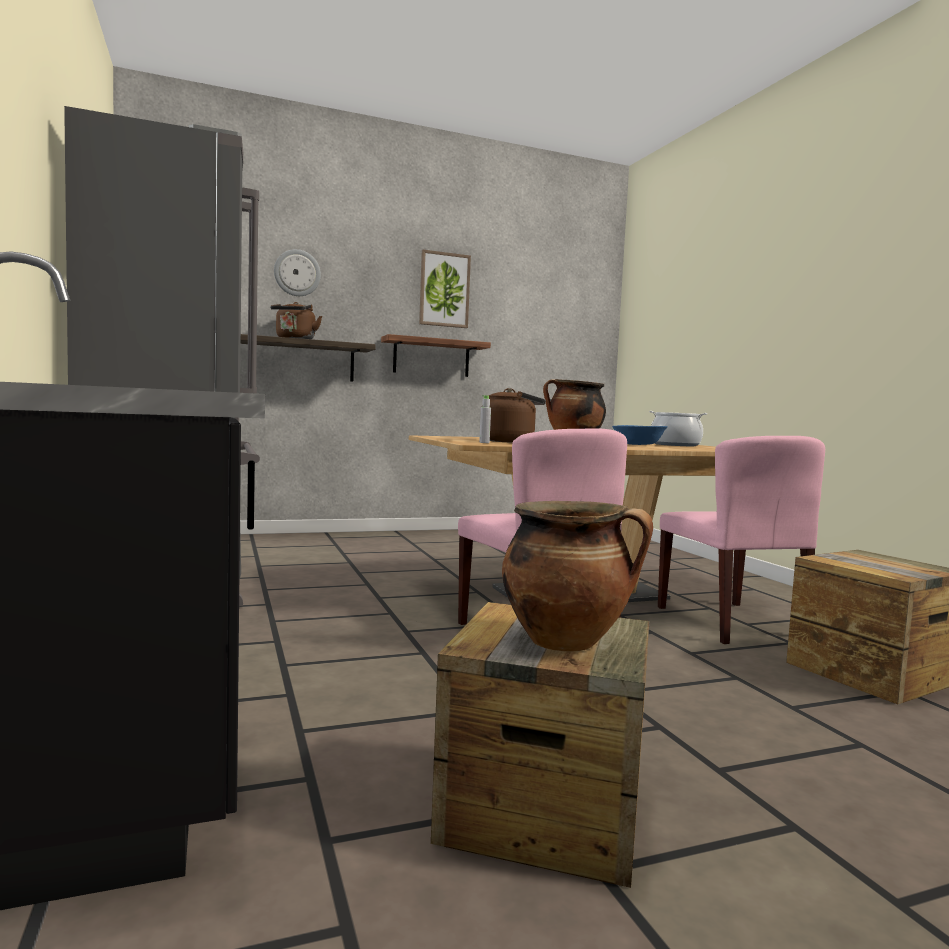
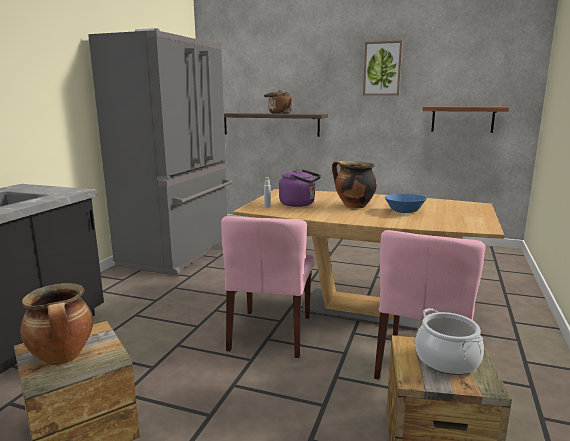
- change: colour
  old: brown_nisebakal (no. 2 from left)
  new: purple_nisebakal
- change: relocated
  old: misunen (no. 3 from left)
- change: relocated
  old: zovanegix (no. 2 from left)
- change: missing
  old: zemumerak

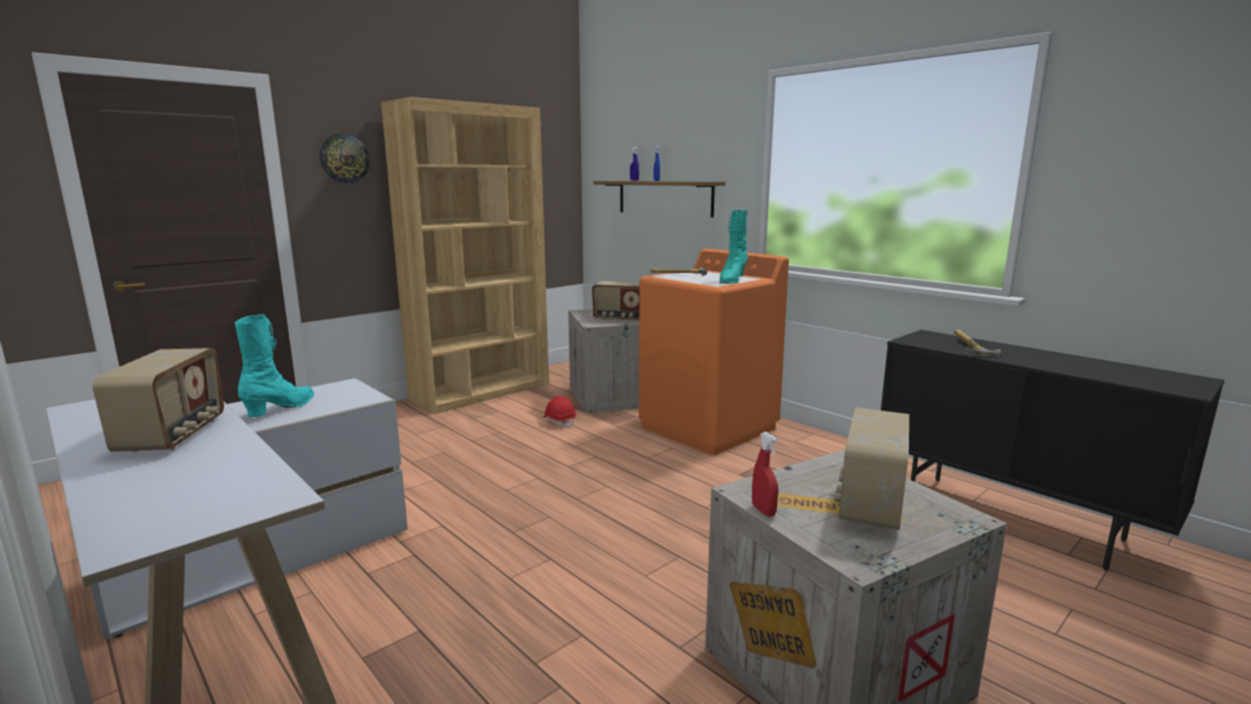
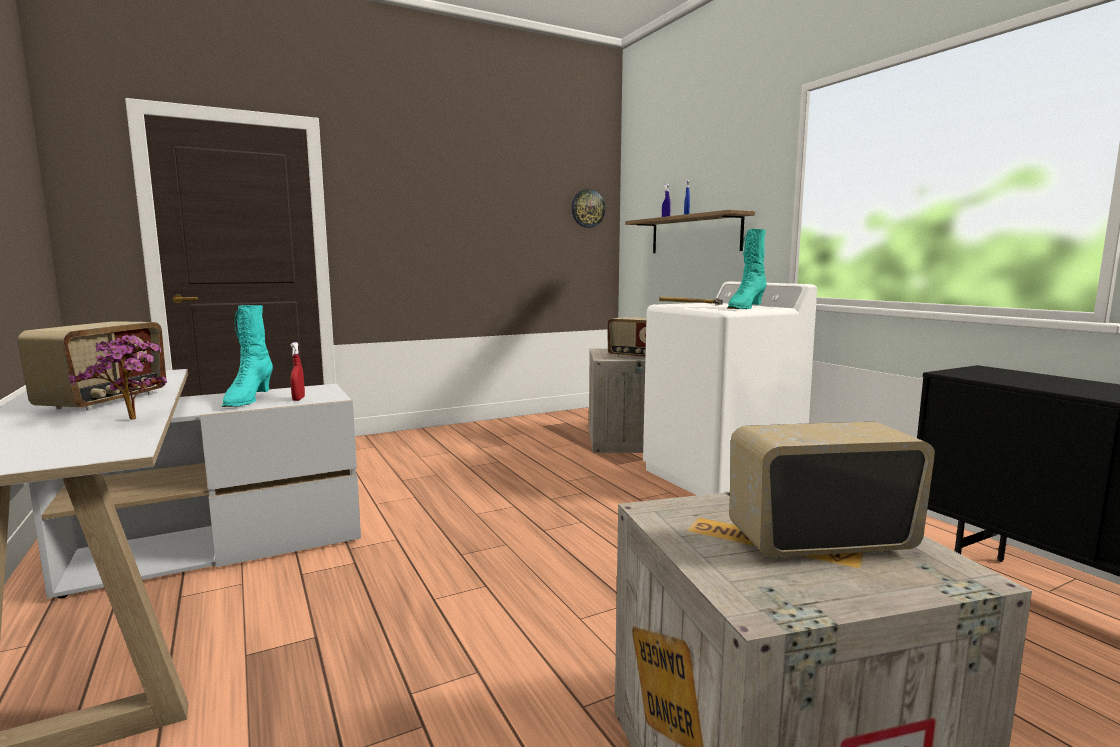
- change: appeared
  new: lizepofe
- change: spun
  old: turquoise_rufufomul (no. 1 from left)
  degrees: 150
- change: relocated
  old: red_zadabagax
- change: relocated
  old: zemumerak
- change: colour
  old: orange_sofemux
  new: white_sofemux
- change: spun
  old: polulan (no. 3 from left)
  degrees: 45
- change: missing
  old: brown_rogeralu
- change: missing
  old: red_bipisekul
- change: missing
  old: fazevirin (no. 2 from left)

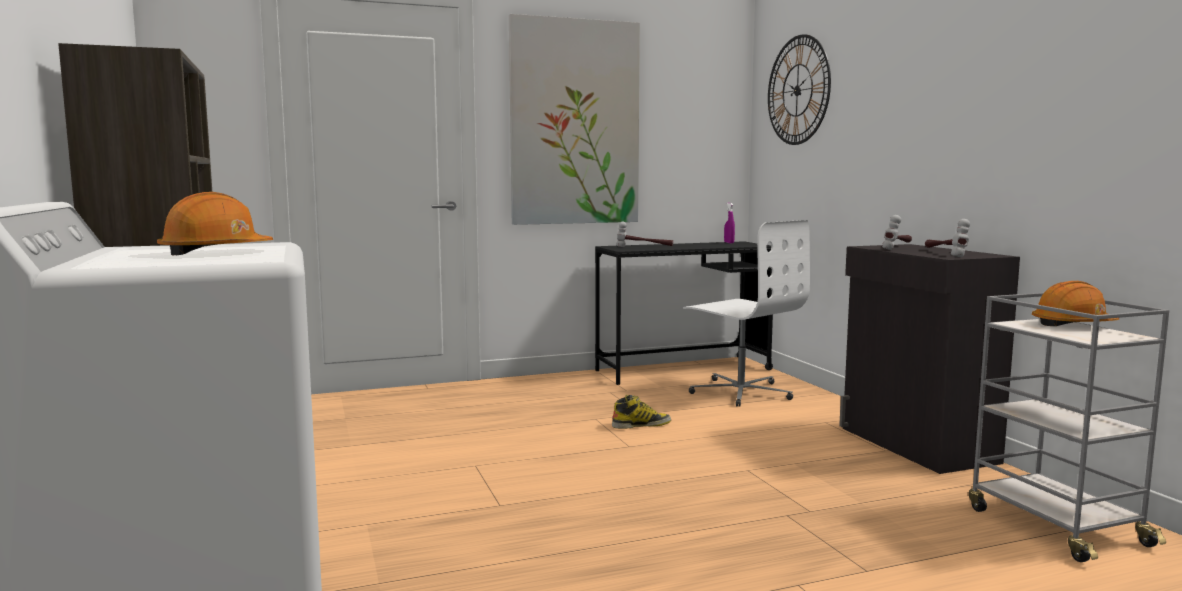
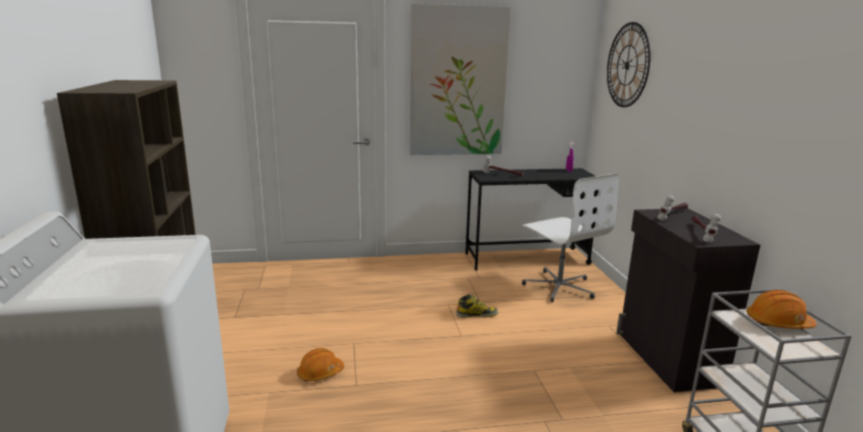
- change: relocated
  old: orange_bipisekul (no. 1 from left)

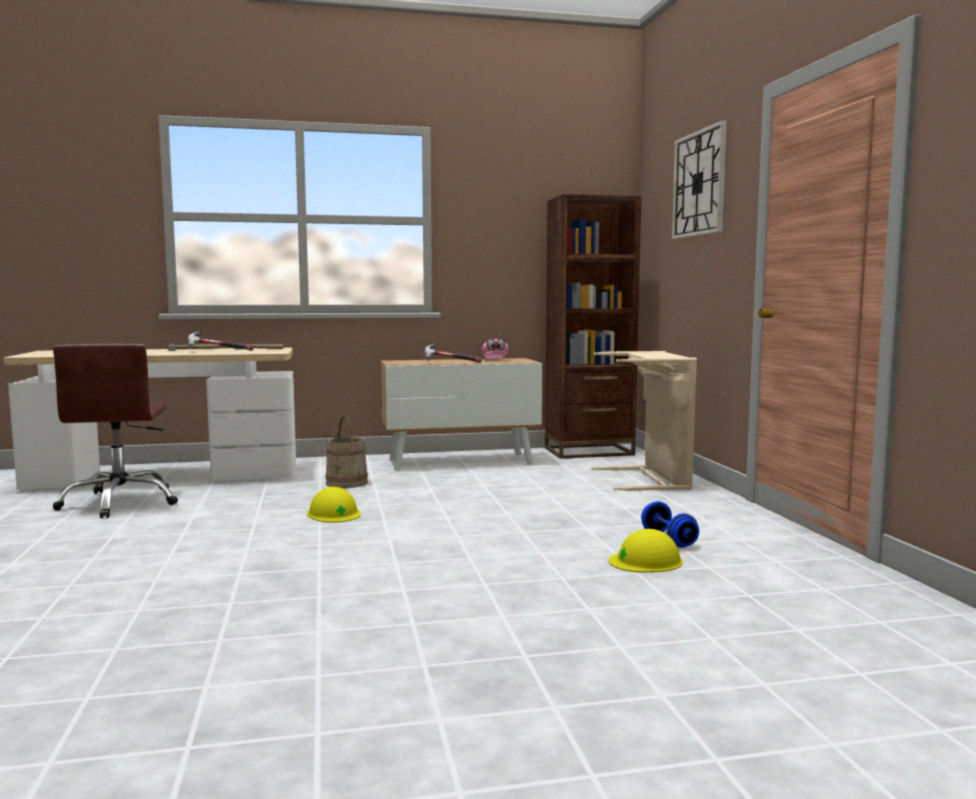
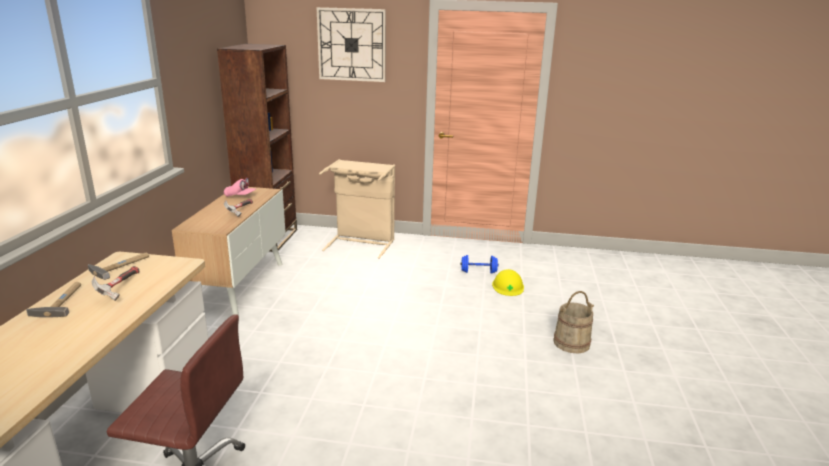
- change: relocated
  old: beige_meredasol
- change: missing
  old: yellow_bipisekul (no. 1 from left)

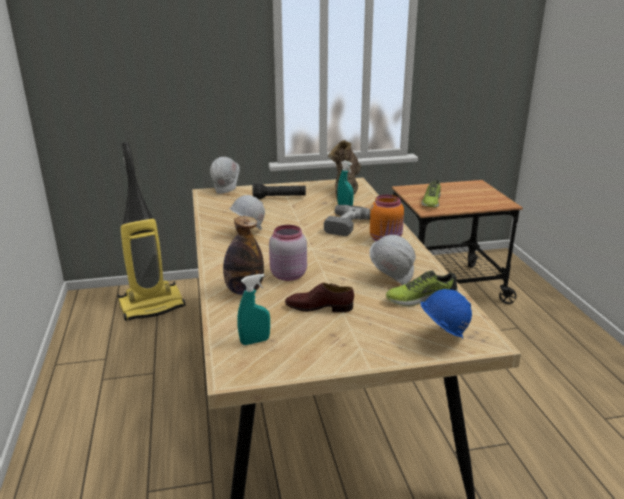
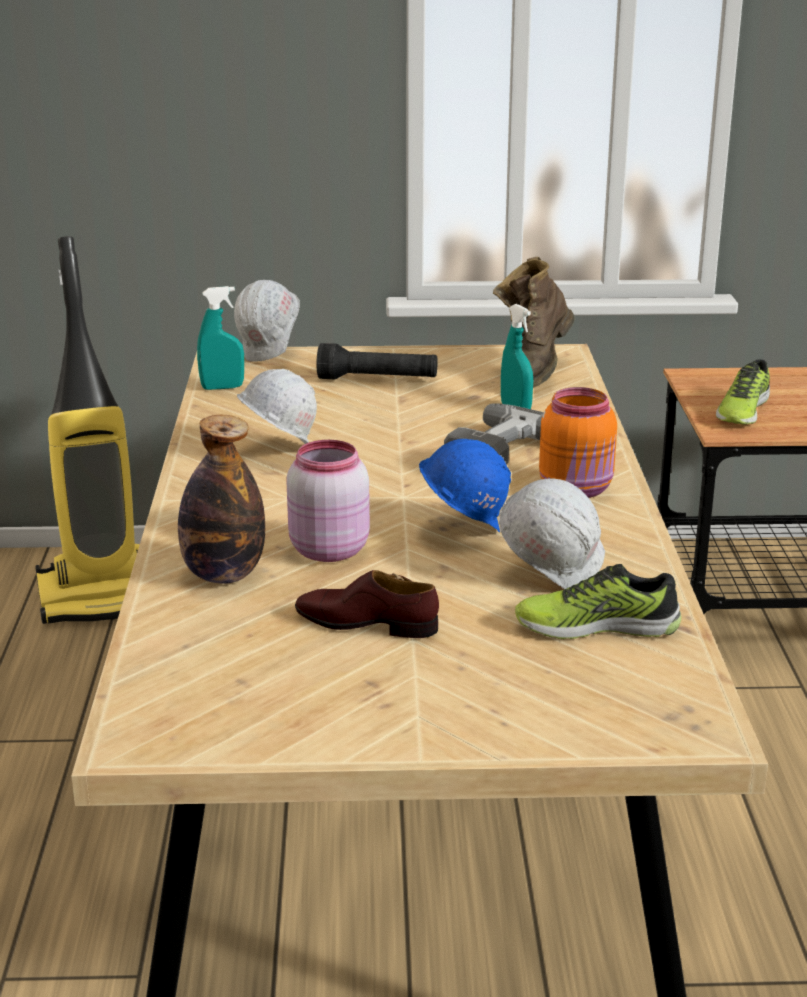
- change: relocated
  old: turquoise_zadabagax (no. 1 from left)
- change: relocated
  old: blue_bipisekul

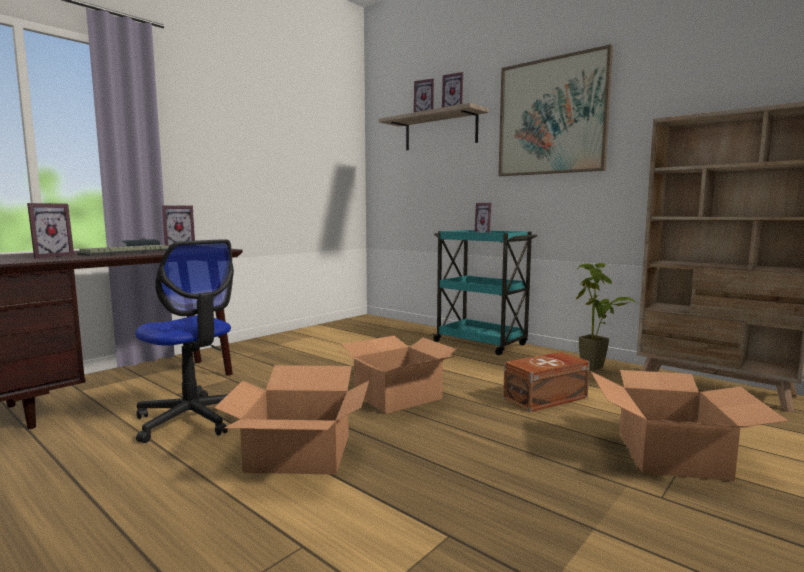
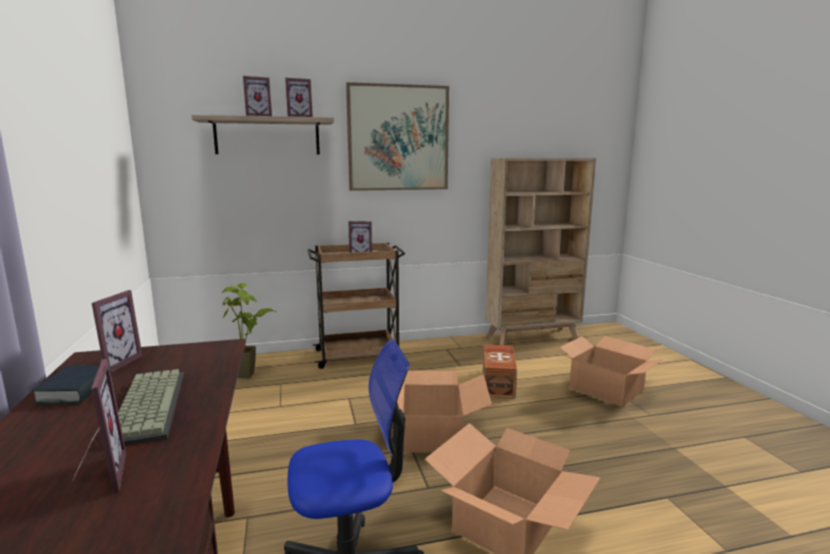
- change: relocated
  old: lizepofe
- change: colour
  old: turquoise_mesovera
  new: brown_mesovera

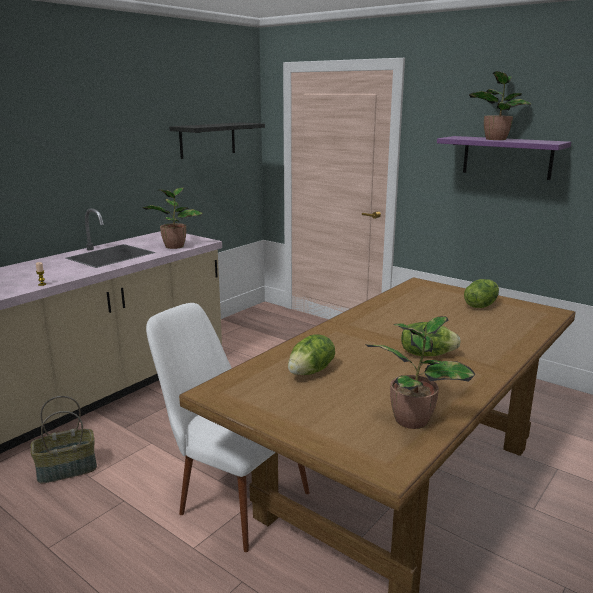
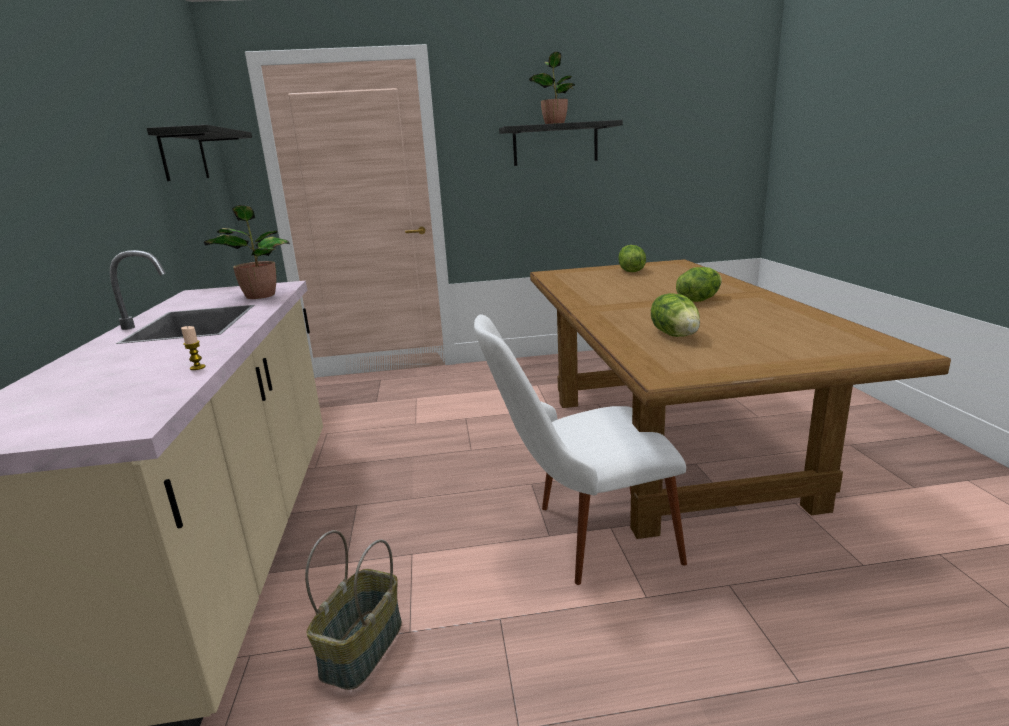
- change: colour
  old: purple_zovanegix
  new: black_zovanegix (no. 2 from left)
- change: missing
  old: lizepofe (no. 2 from left)

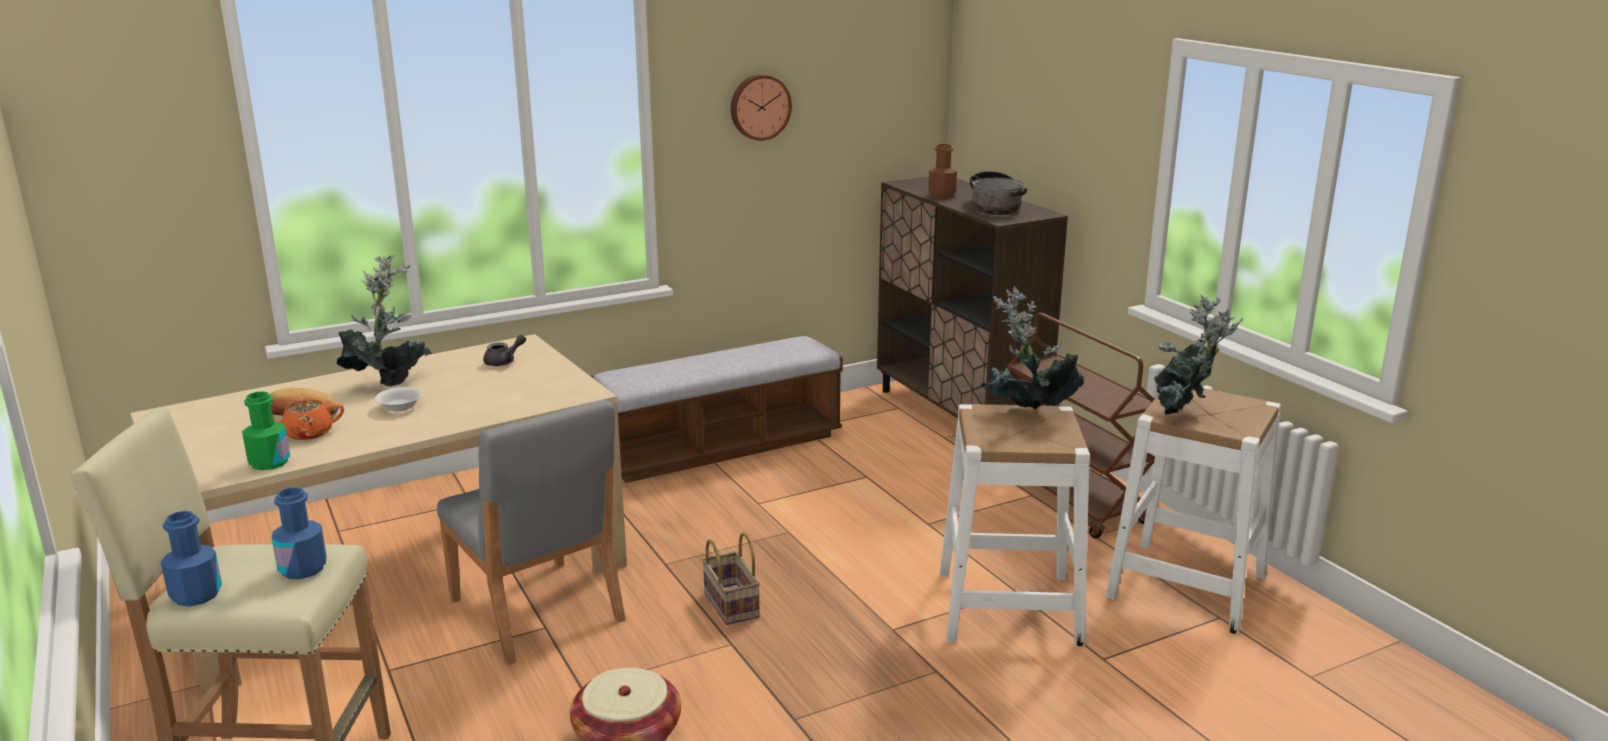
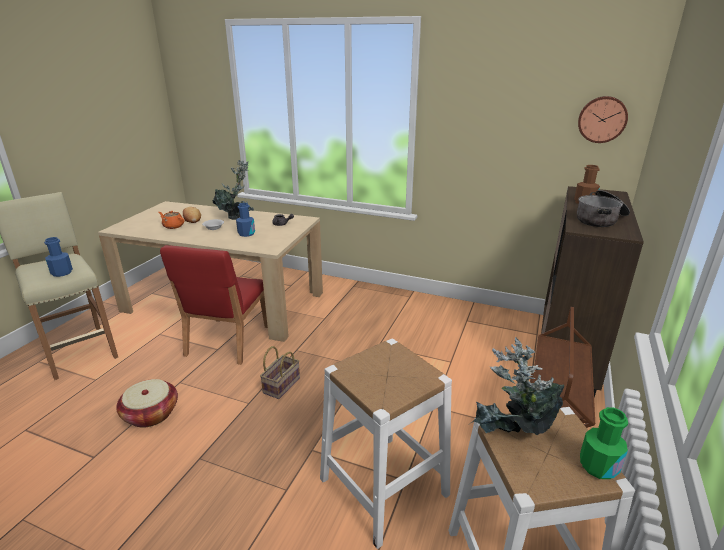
- change: colour
  old: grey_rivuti
  new: red_rivuti
- change: relocated
  old: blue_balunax (no. 1 from left in the first image)
  new: blue_balunax (no. 2 from left)
- change: relocated
  old: zemumerak
- change: relocated
  old: green_balunax
- change: missing
  old: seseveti
- change: missing
  old: lizepofe (no. 2 from left)

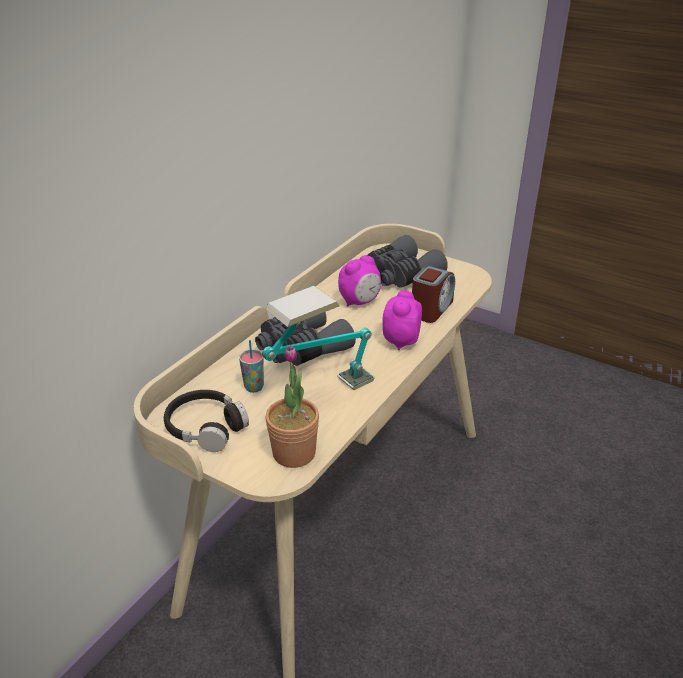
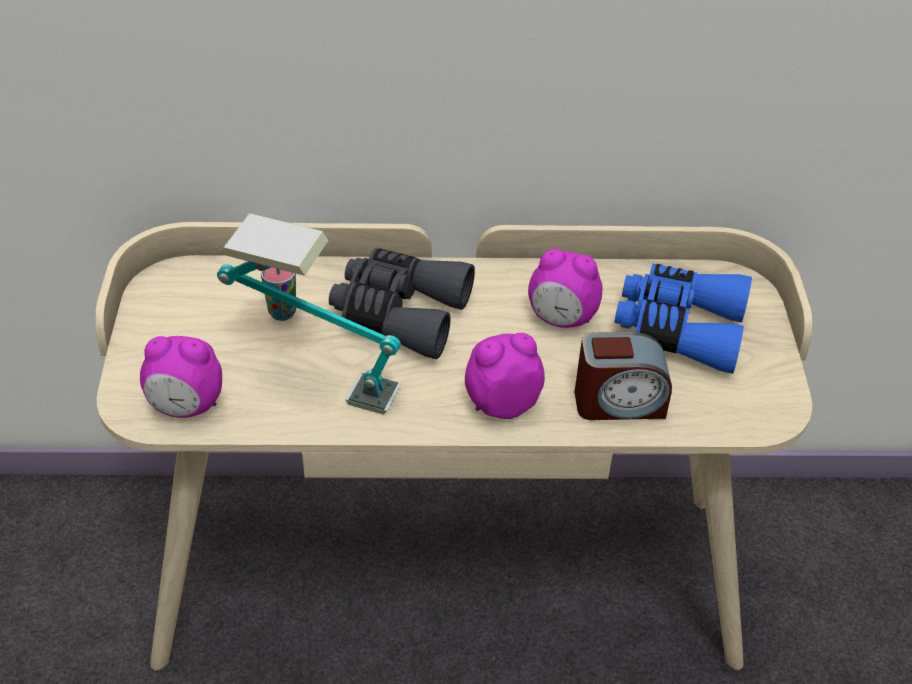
- change: exchanged
  old: lizepofe
  new: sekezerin (no. 1 from left)
- change: colour
  old: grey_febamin (no. 2 from left)
  new: blue_febamin
- change: missing
  old: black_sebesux

